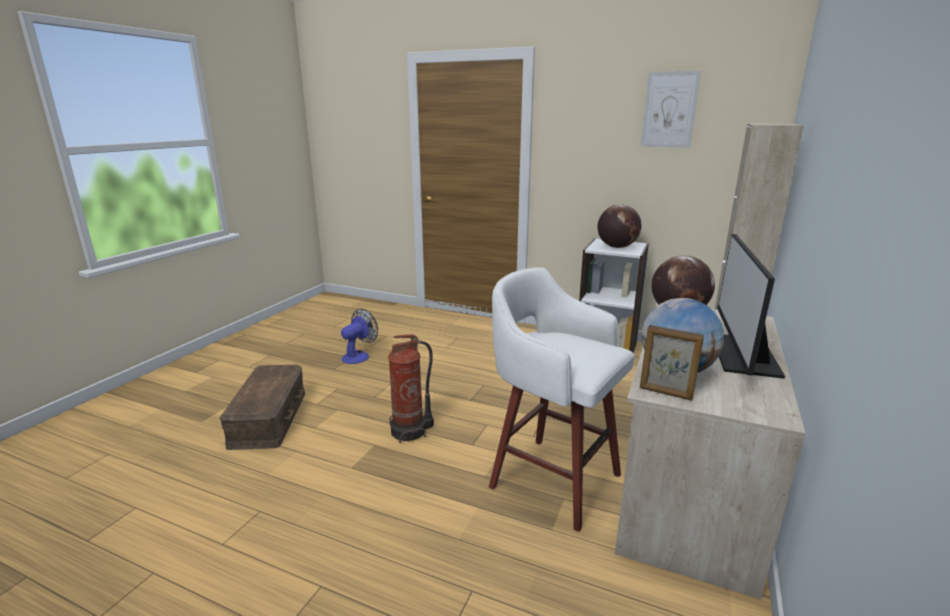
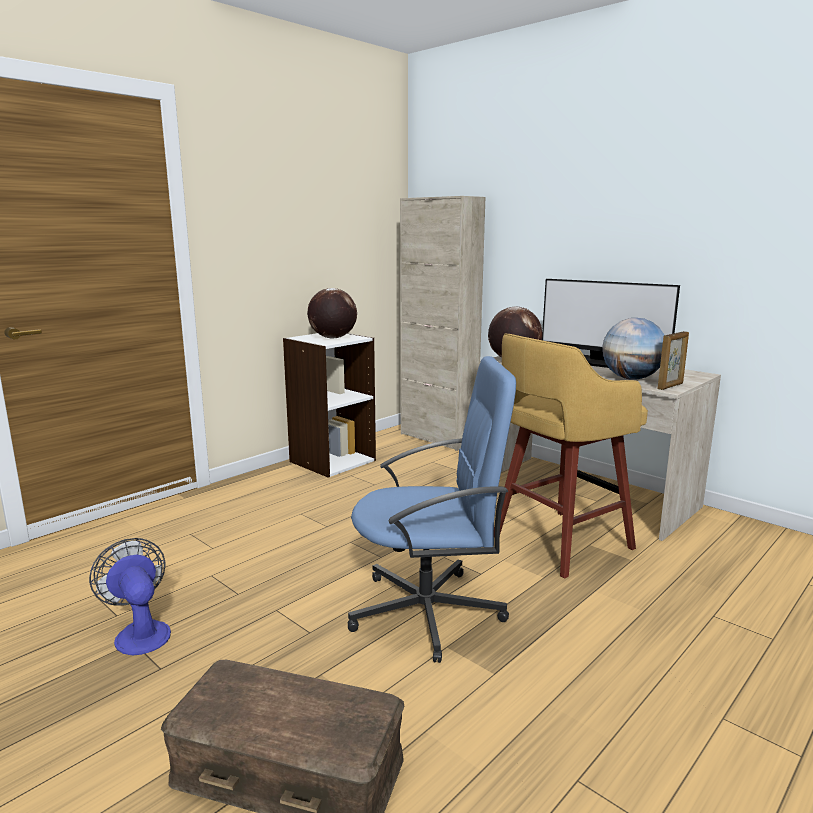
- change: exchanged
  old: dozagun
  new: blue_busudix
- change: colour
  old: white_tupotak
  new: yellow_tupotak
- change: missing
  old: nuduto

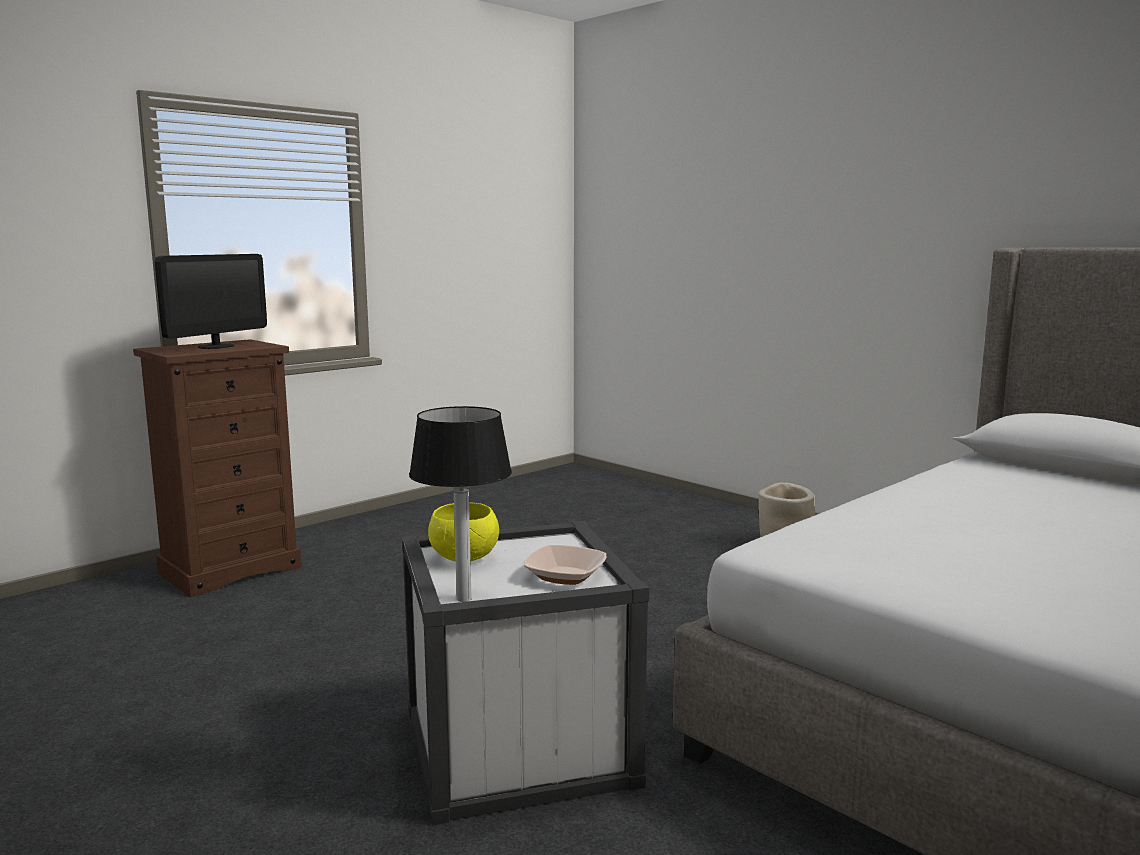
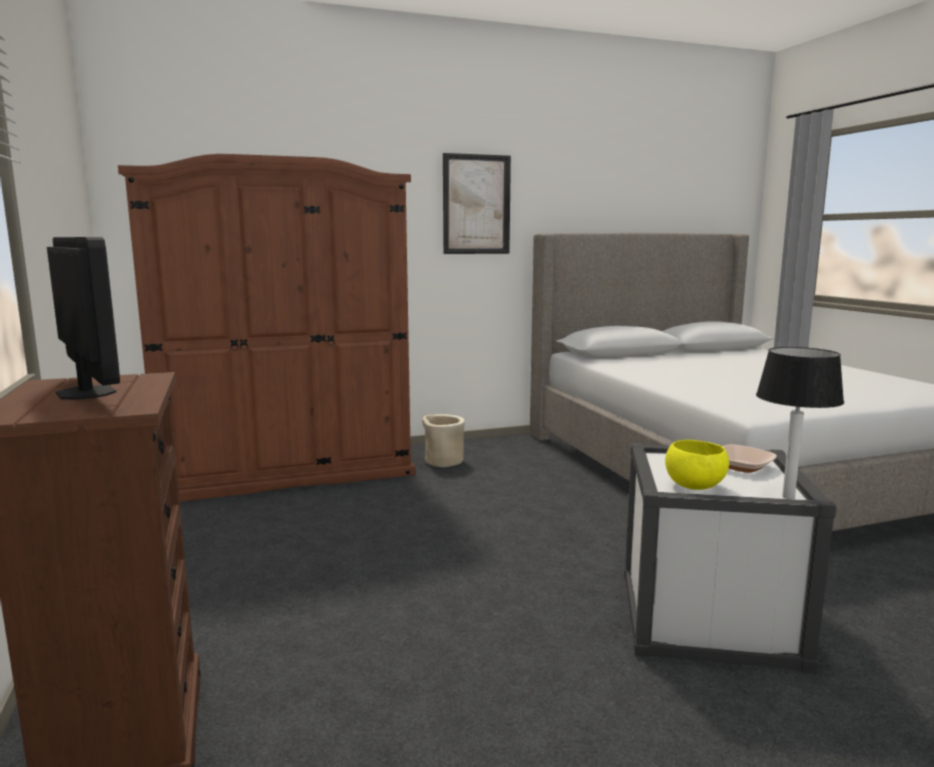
- change: appeared
  new: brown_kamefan
- change: appeared
  new: nuduto

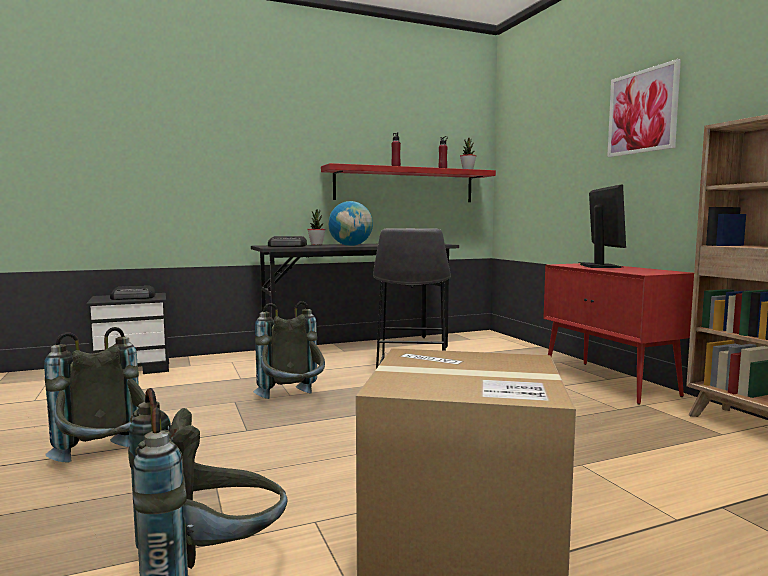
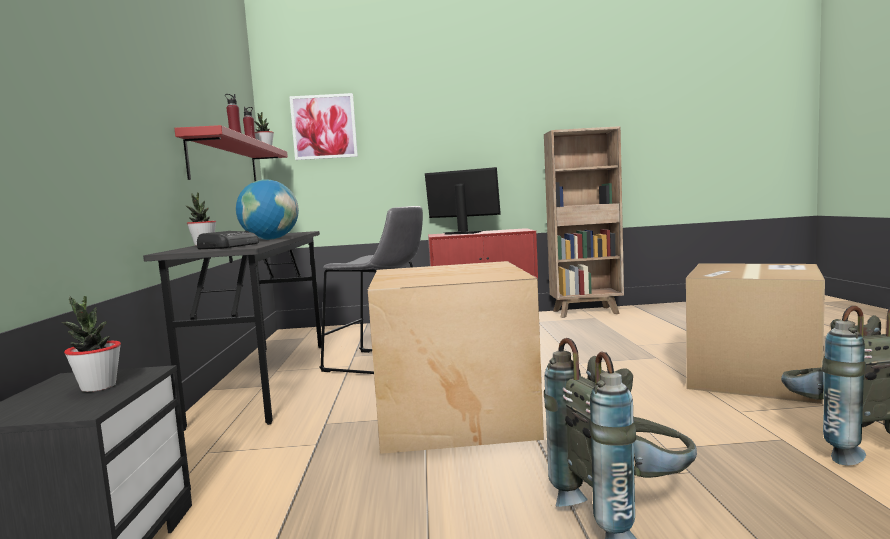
- change: exchanged
  old: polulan (no. 1 from left)
  new: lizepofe (no. 1 from left)
- change: relocated
  old: nuduto
- change: exchanged
  old: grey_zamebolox (no. 3 from left)
  new: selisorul (no. 1 from left)

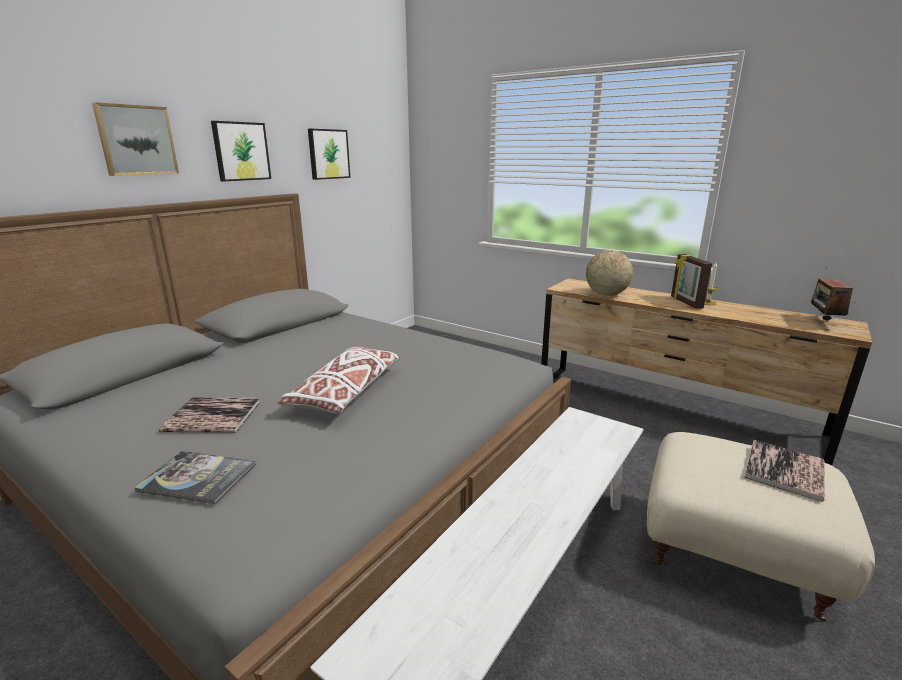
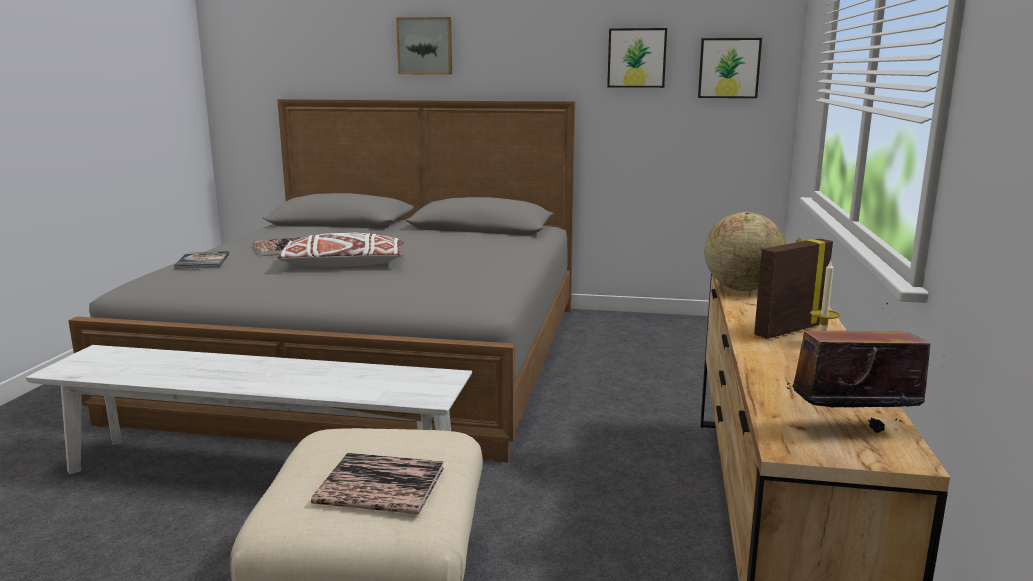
- change: relocated
  old: nuduto (no. 2 from left in the first image)
  new: nuduto (no. 3 from left)

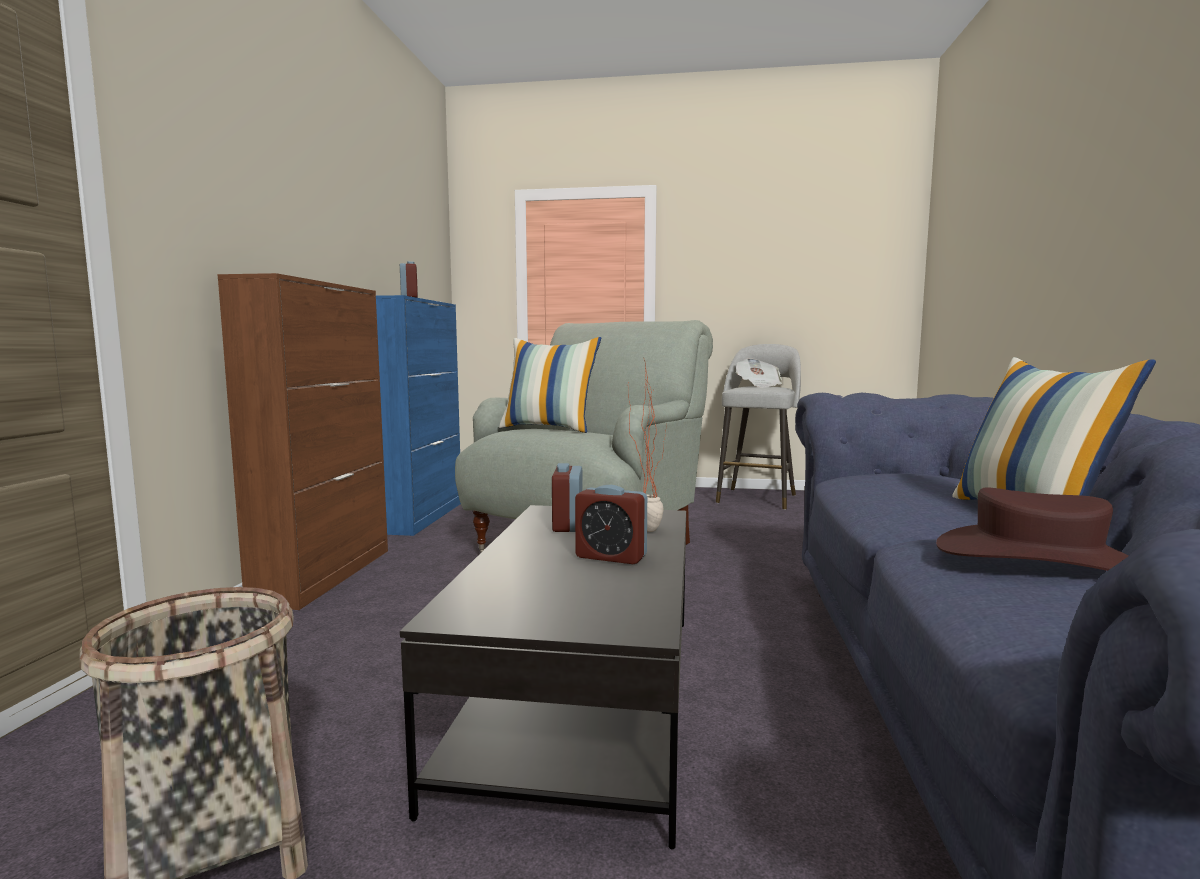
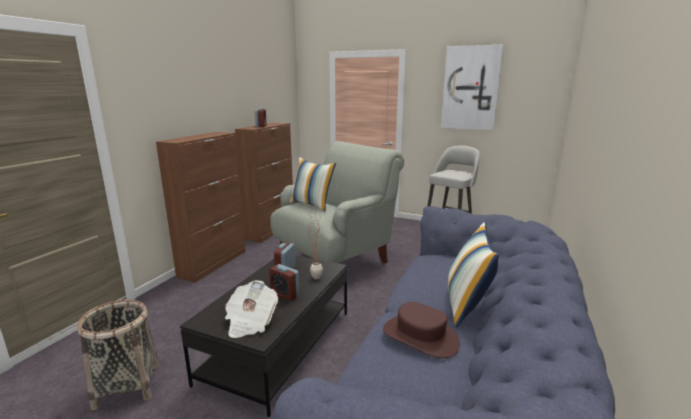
- change: relocated
  old: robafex
- change: colour
  old: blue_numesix
  new: brown_numesix (no. 2 from left)
- change: appeared
  new: nuduto

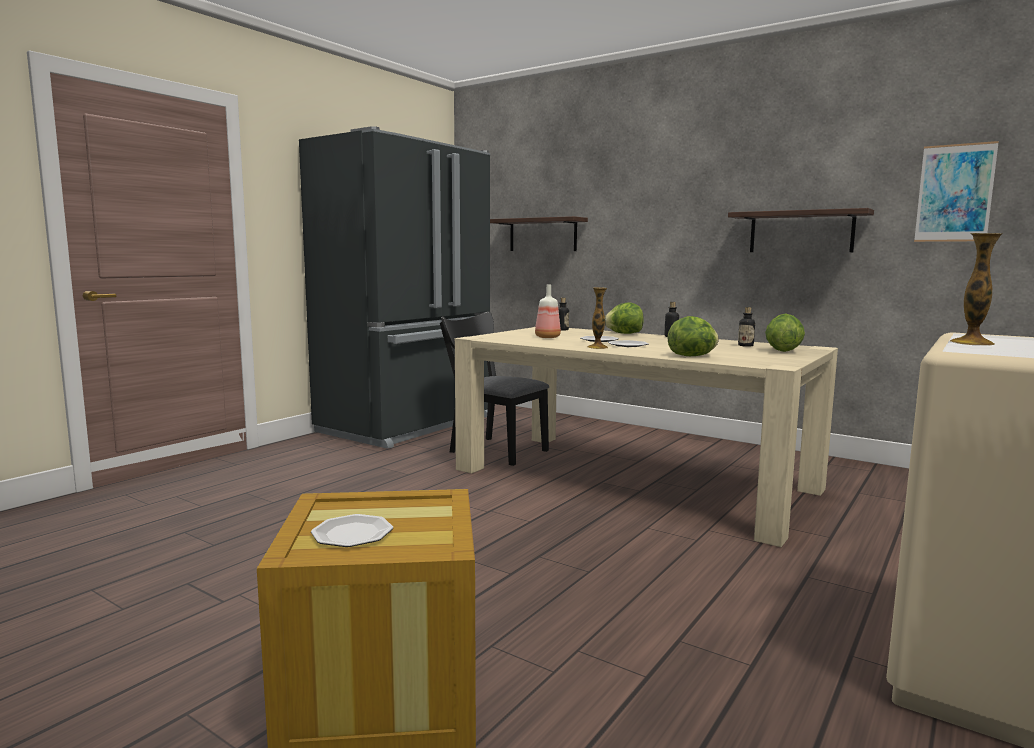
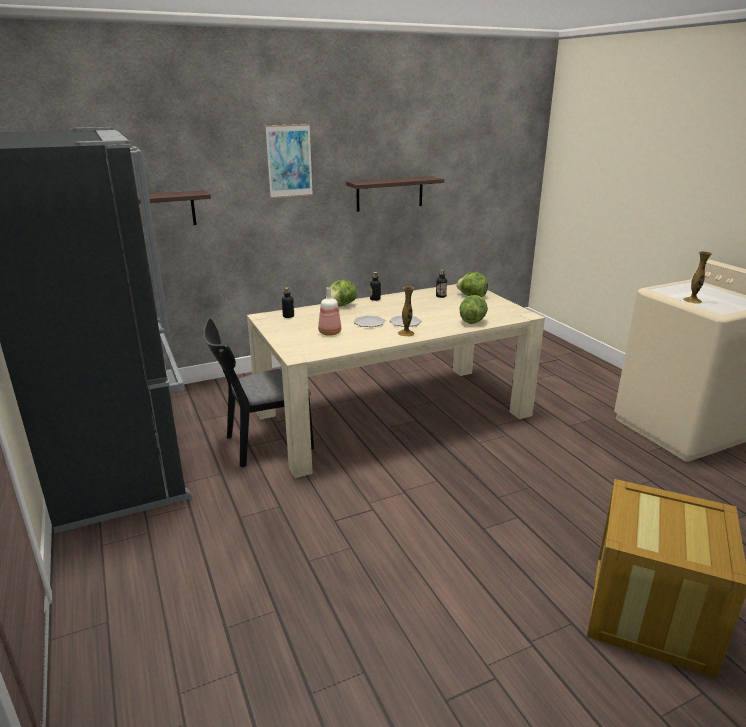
- change: relocated
  old: nuduto
- change: missing
  old: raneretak (no. 1 from left)

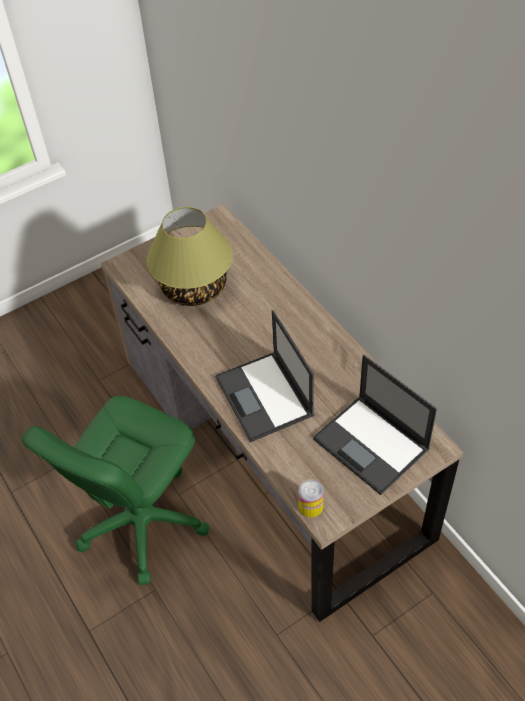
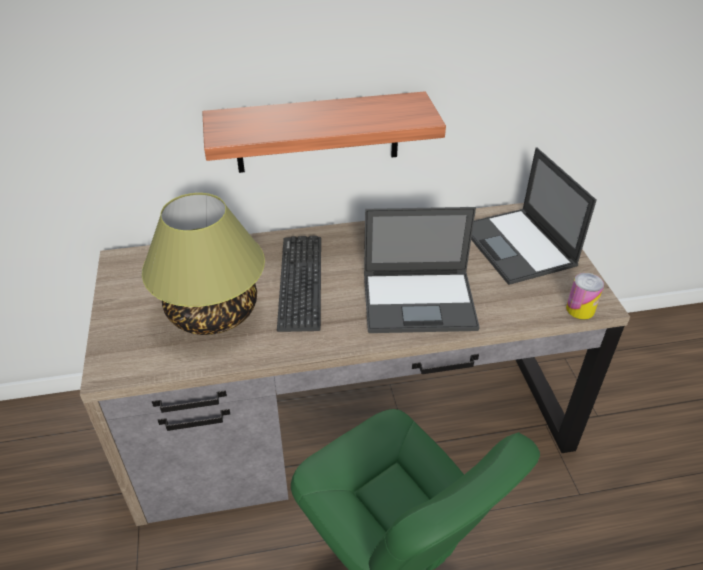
- change: appeared
  new: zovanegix
- change: appeared
  new: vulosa
- change: spun
  old: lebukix (no. 2 from left)
  degrees: 90

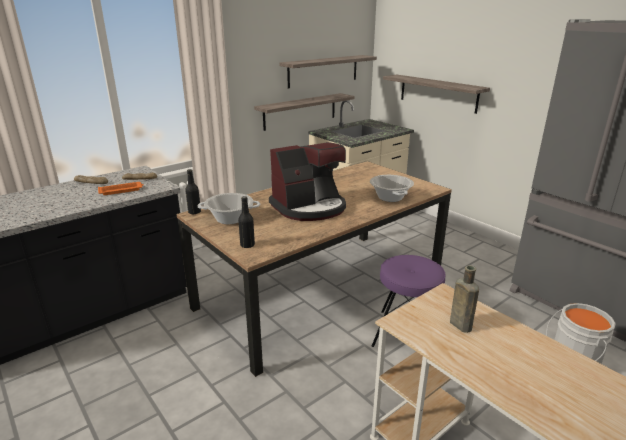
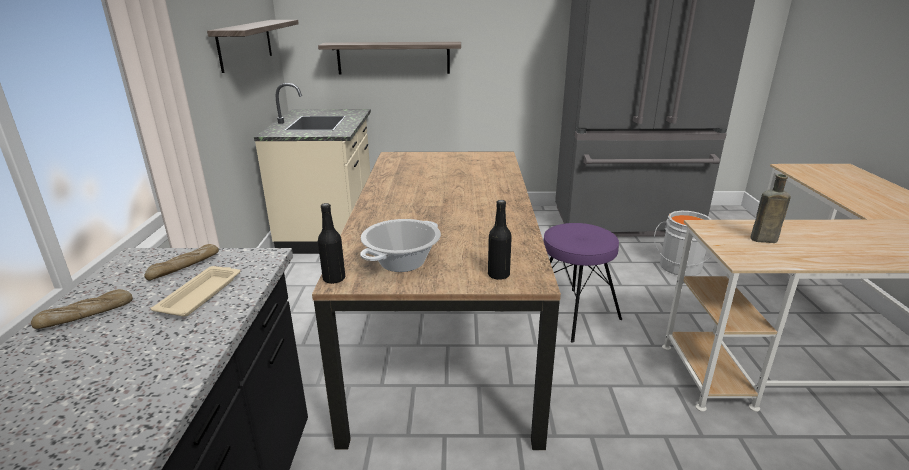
- change: colour
  old: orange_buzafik
  new: beige_buzafik
- change: missing
  old: zovanegix (no. 1 from left)
- change: missing
  old: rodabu
- change: missing
  old: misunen (no. 2 from left)

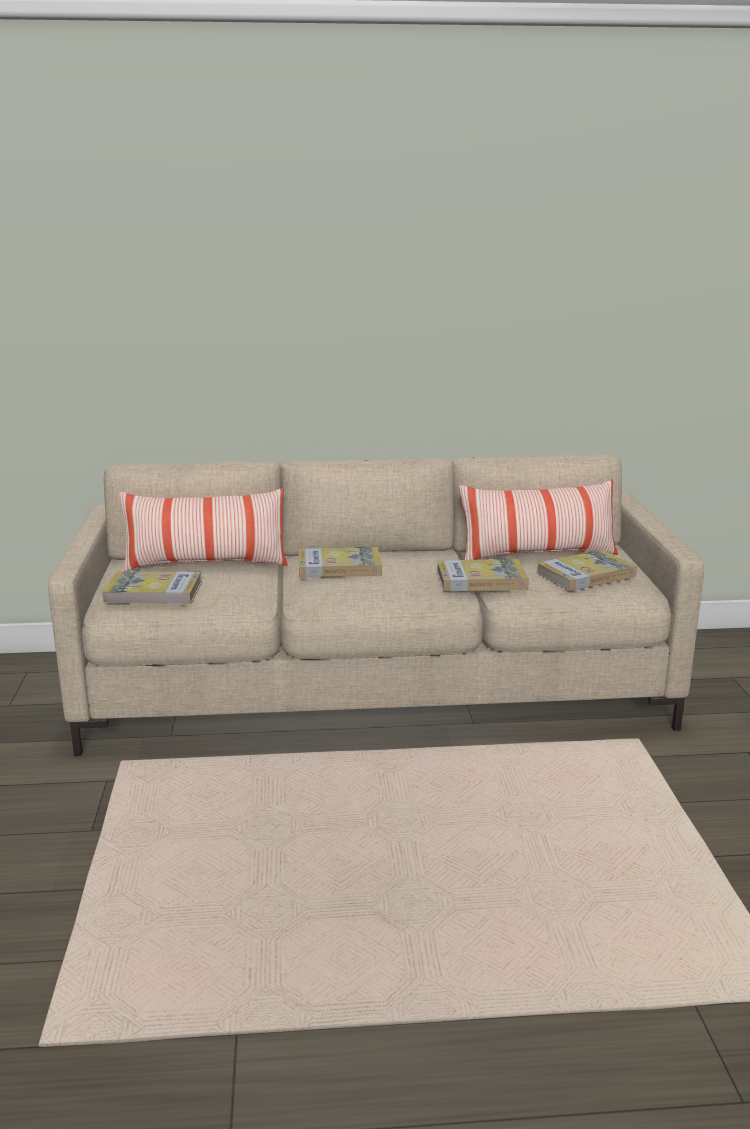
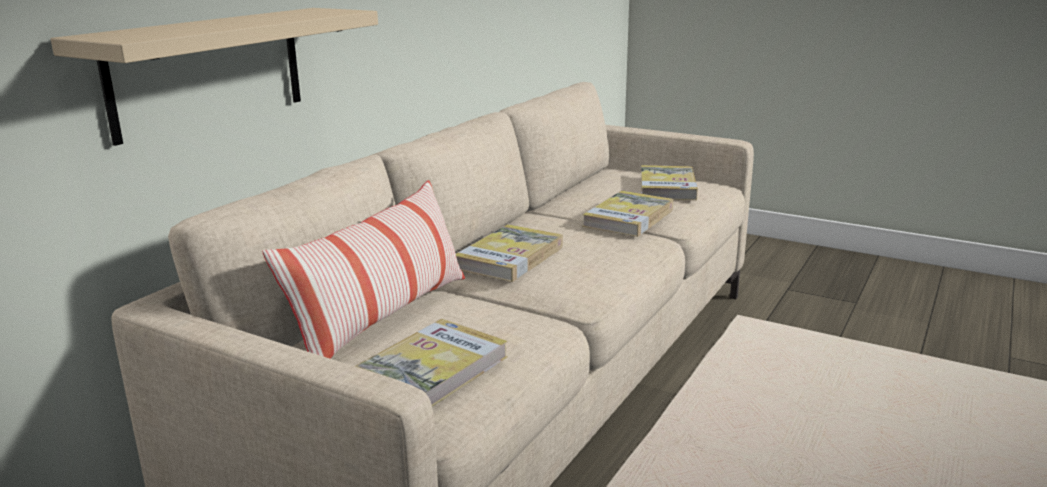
- change: appeared
  new: beige_zovanegix
- change: missing
  old: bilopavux (no. 2 from left)

